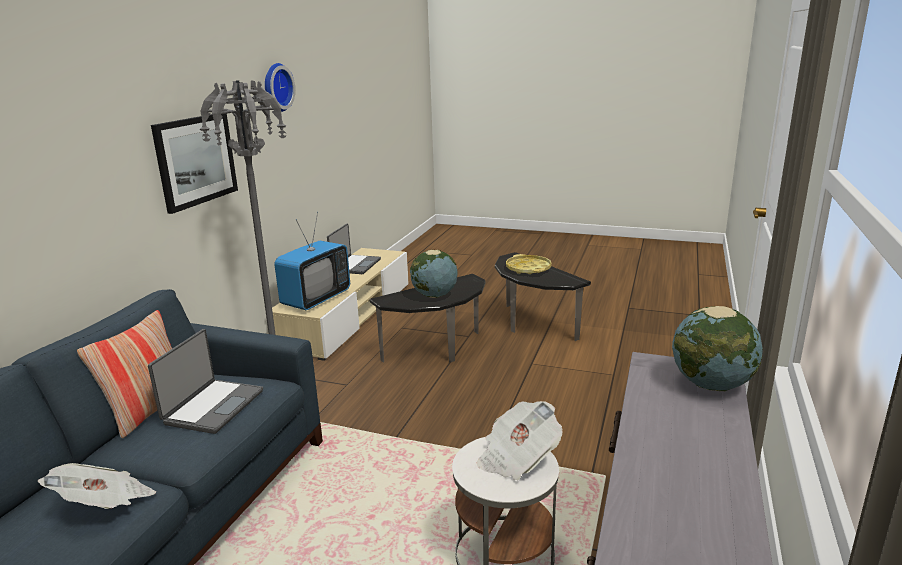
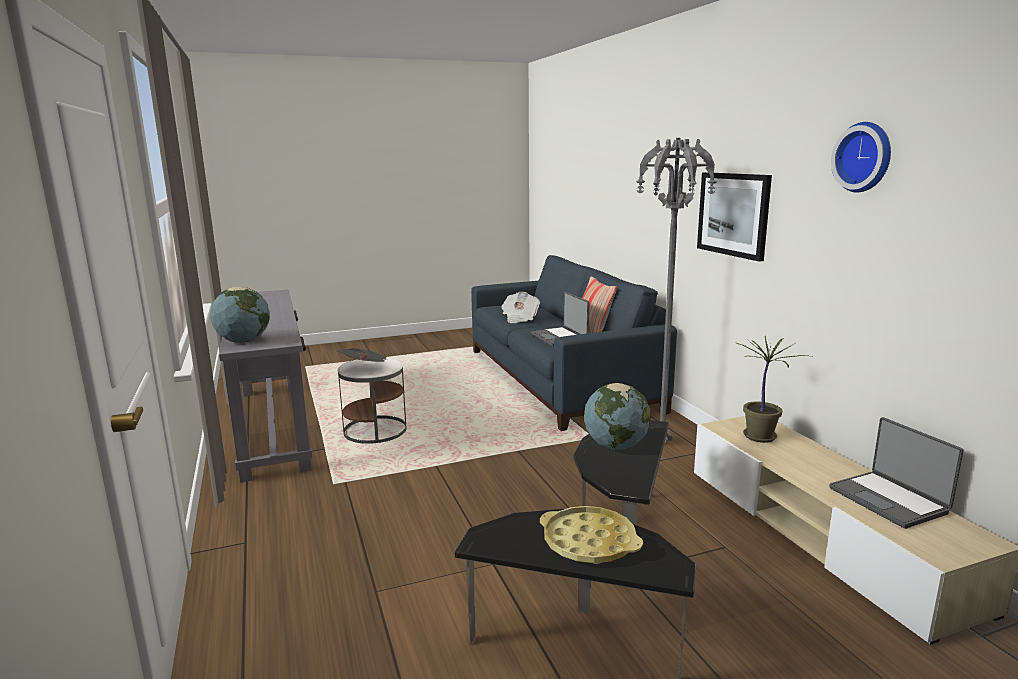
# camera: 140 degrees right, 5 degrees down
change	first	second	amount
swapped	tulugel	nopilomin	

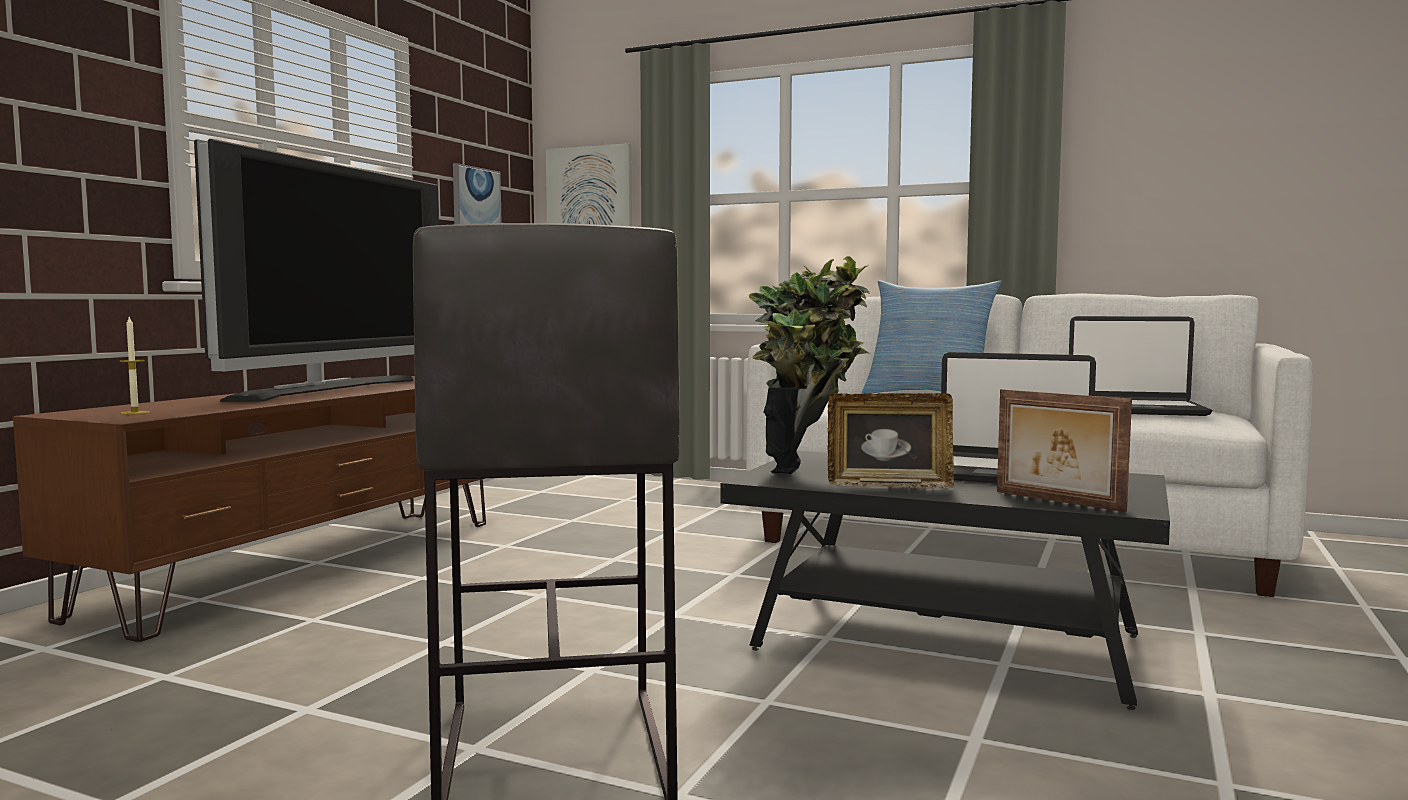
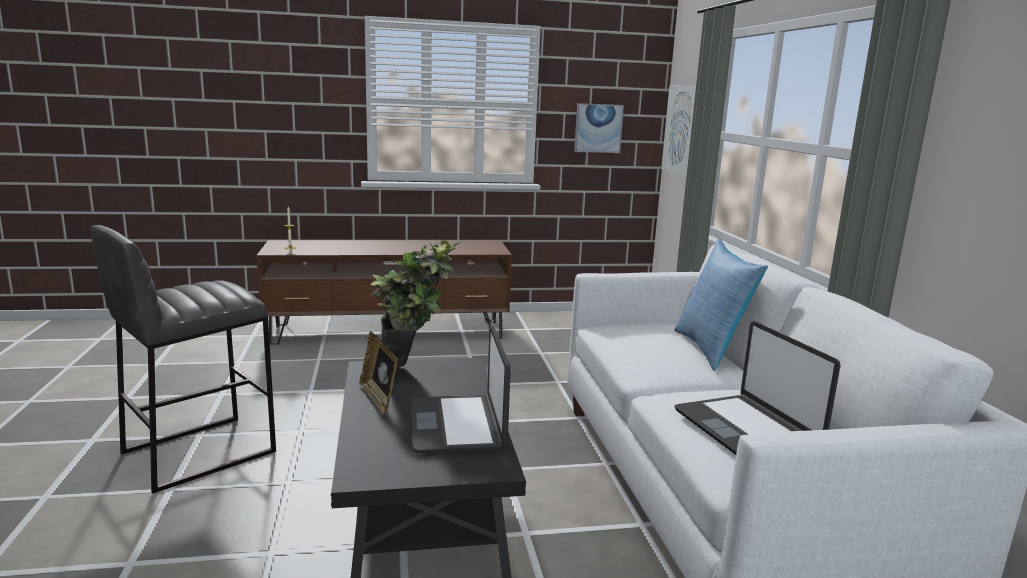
# camera: 55 degrees right, 10 degrees up
change	first	second	amount
gone	tulugel		
gone	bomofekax (no. 2 from left)		

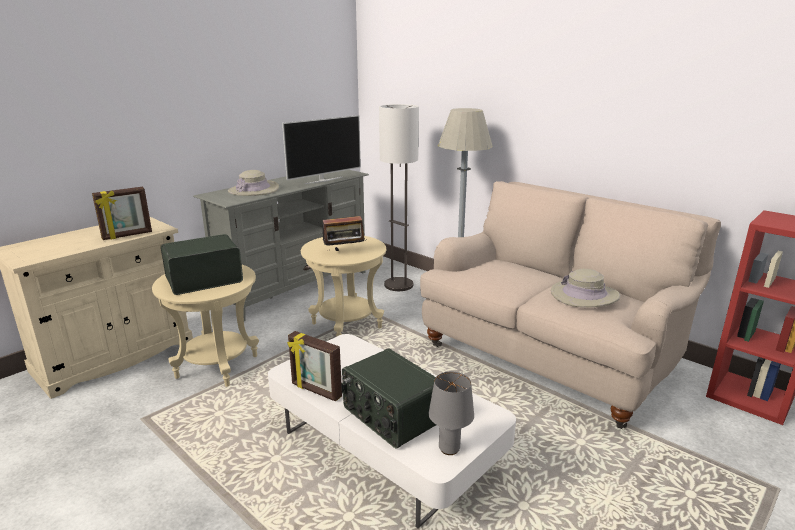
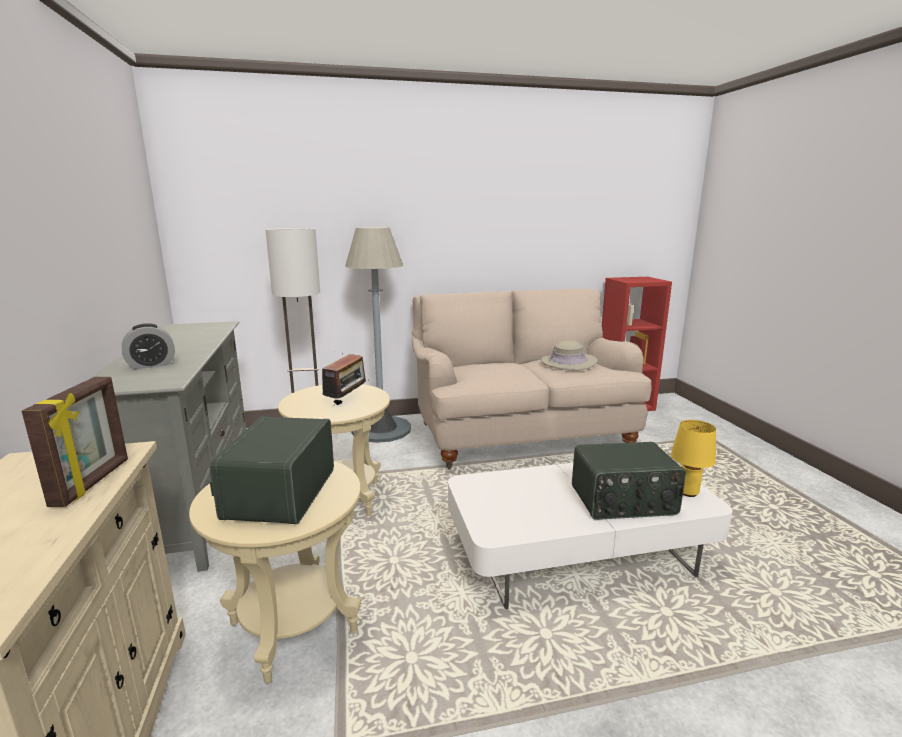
# camera: 55 degrees left, 5 degrees down
change	first	second	amount
swapped	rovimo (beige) (no. 1 from left)	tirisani	
repainted	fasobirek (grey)	fasobirek (yellow)	
gone	tulugel		
gone	bomofekax (no. 2 from left)		

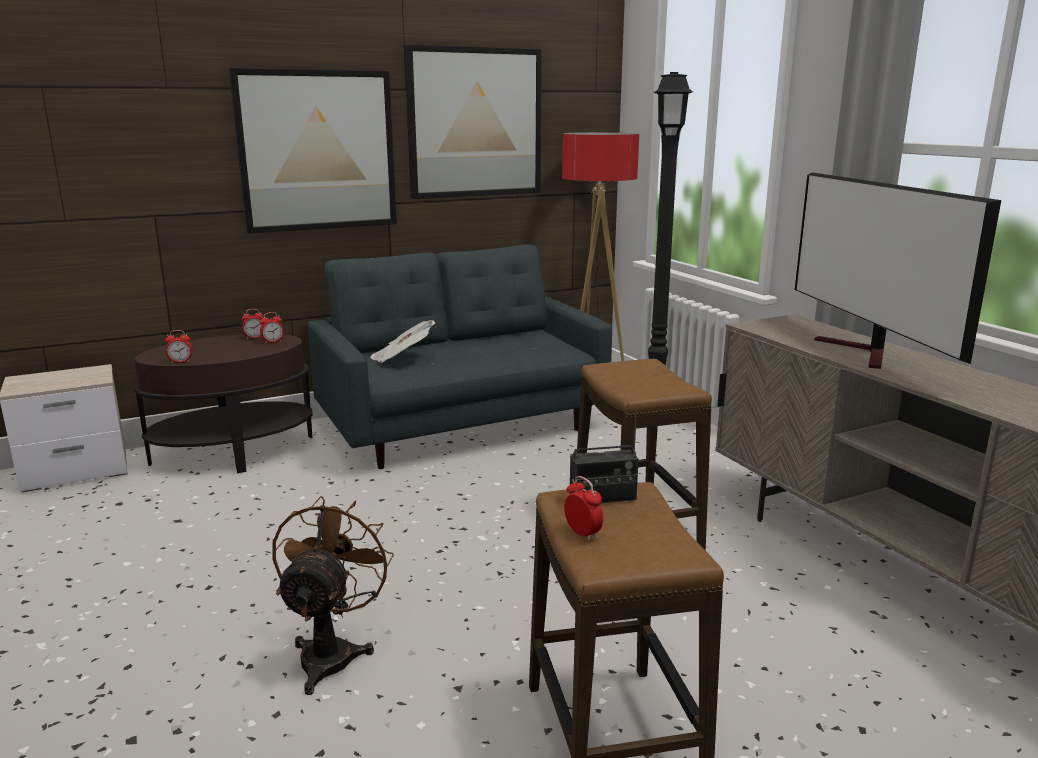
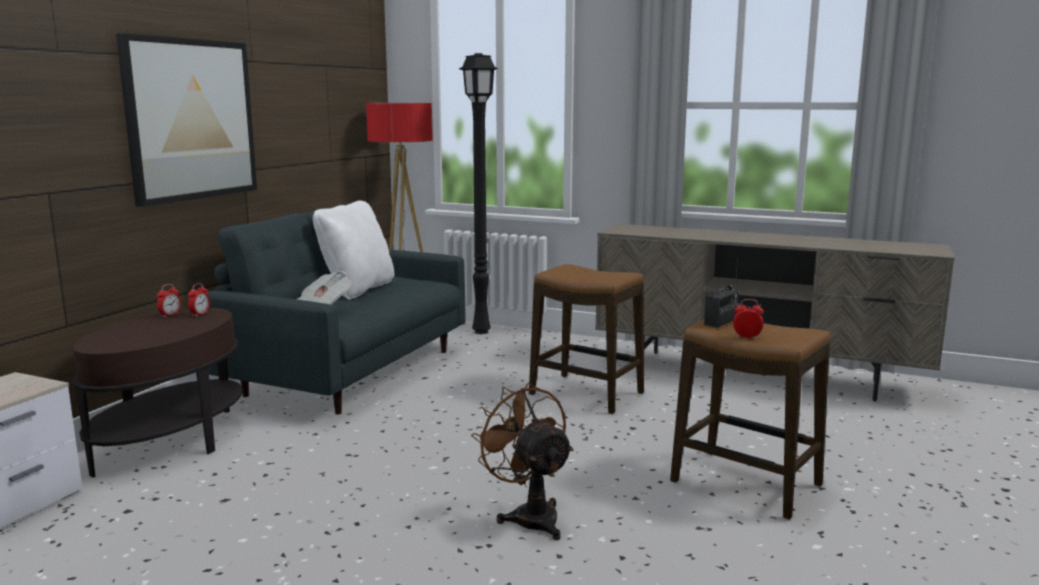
# camera: 40 degrees left, 5 degrees down
change	first	second	amount
new		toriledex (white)	
gone	tirisani (no. 1 from left)		
gone	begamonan (no. 2 from left)		
gone	tulugel		

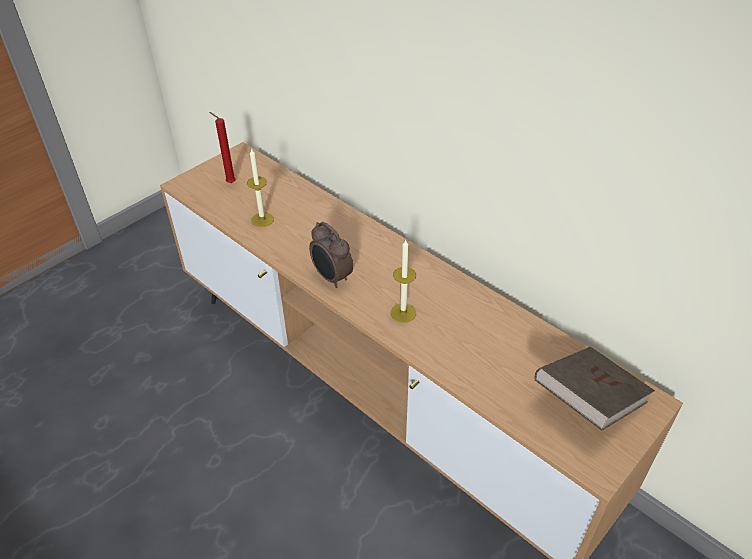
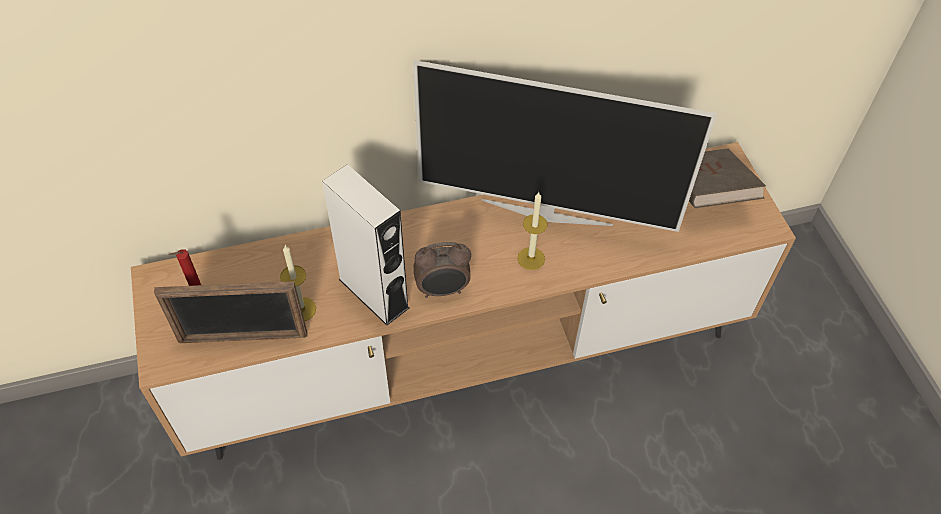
# camera: 60 degrees left, 10 degrees up
change	first	second	amount
new		bomofekax	
new		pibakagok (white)	
new		tulugel	

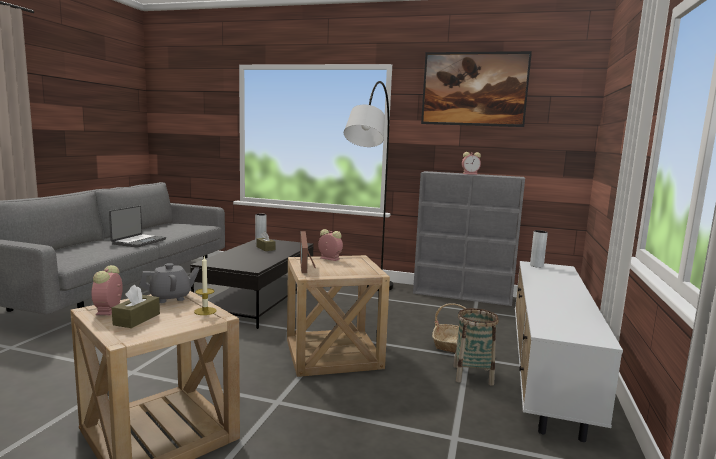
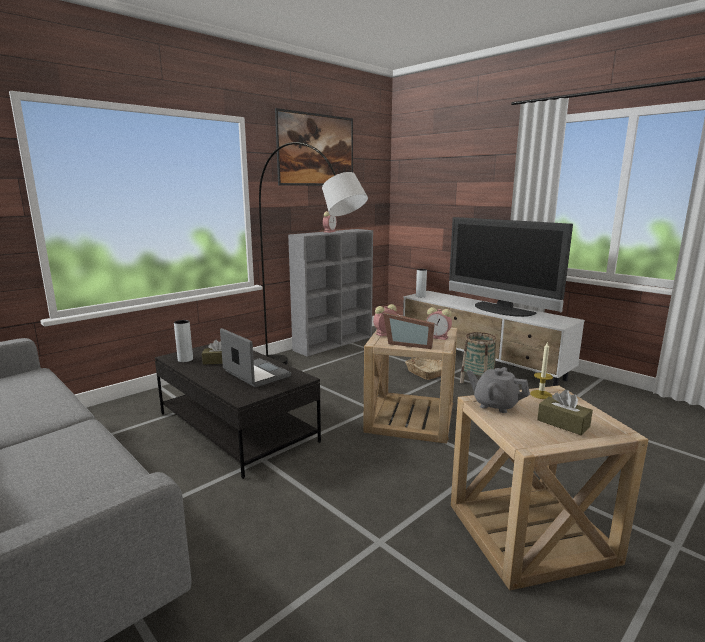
# camera: 60 degrees left, 5 degrees up
change	first	second	amount
shifted	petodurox		
shifted	tirisani (no. 1 from left in the first image)	tirisani (no. 3 from left)	
new		tulugel	
rotated	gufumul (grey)		60 degrees counterclockwise

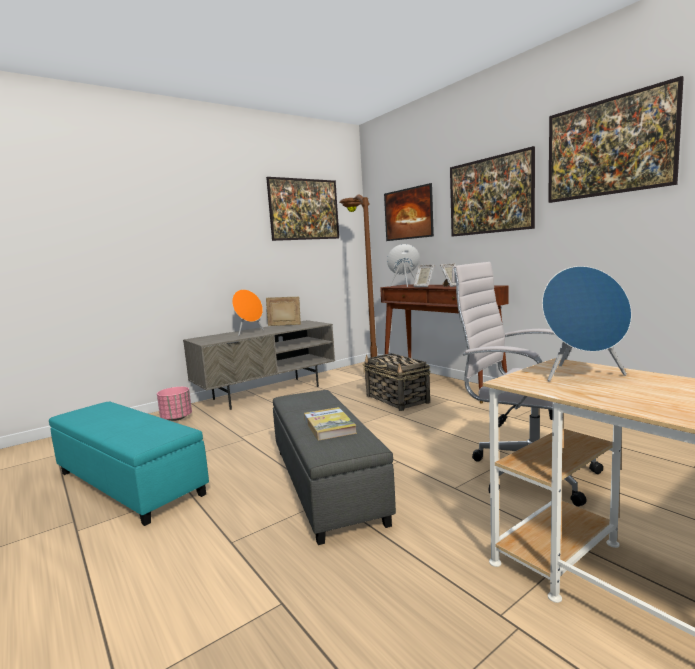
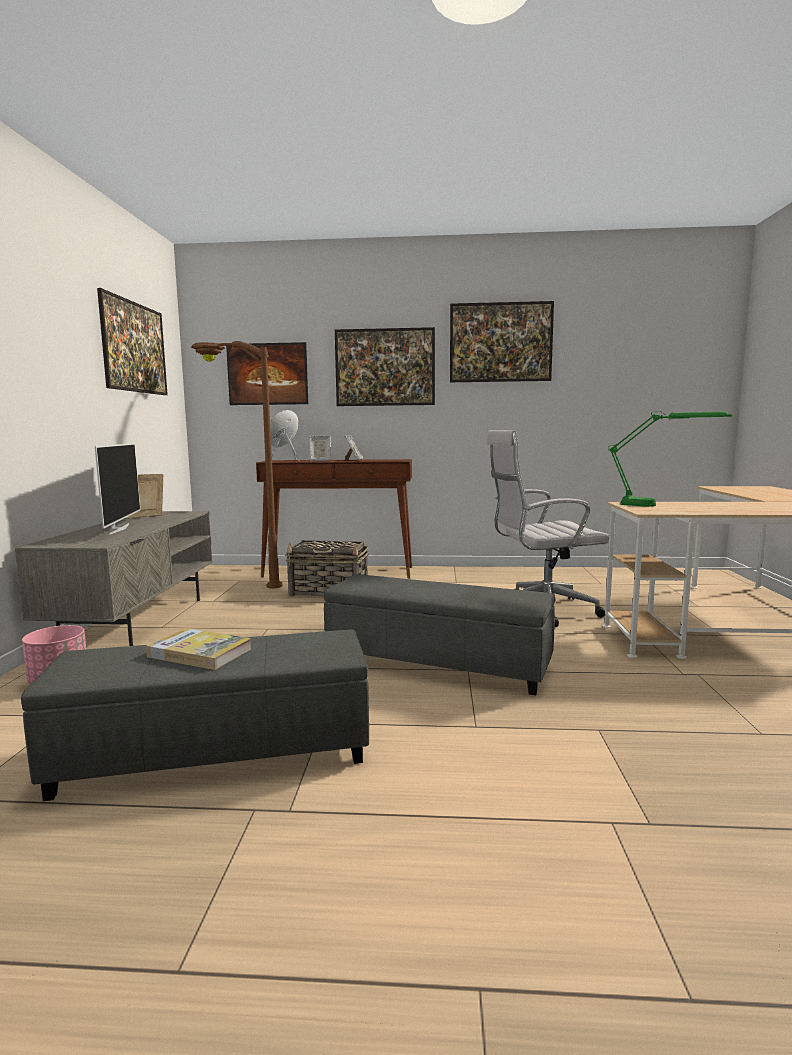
# camera: 50 degrees left, 0 degrees up
change	first	second	amount
repainted	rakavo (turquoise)	rakavo (grey) (no. 1 from left)	
swapped	pibakagok (orange)	tulugel	
shifted	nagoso		
swapped	pibakagok (blue) (no. 2 from left)	fasobirek (green)	

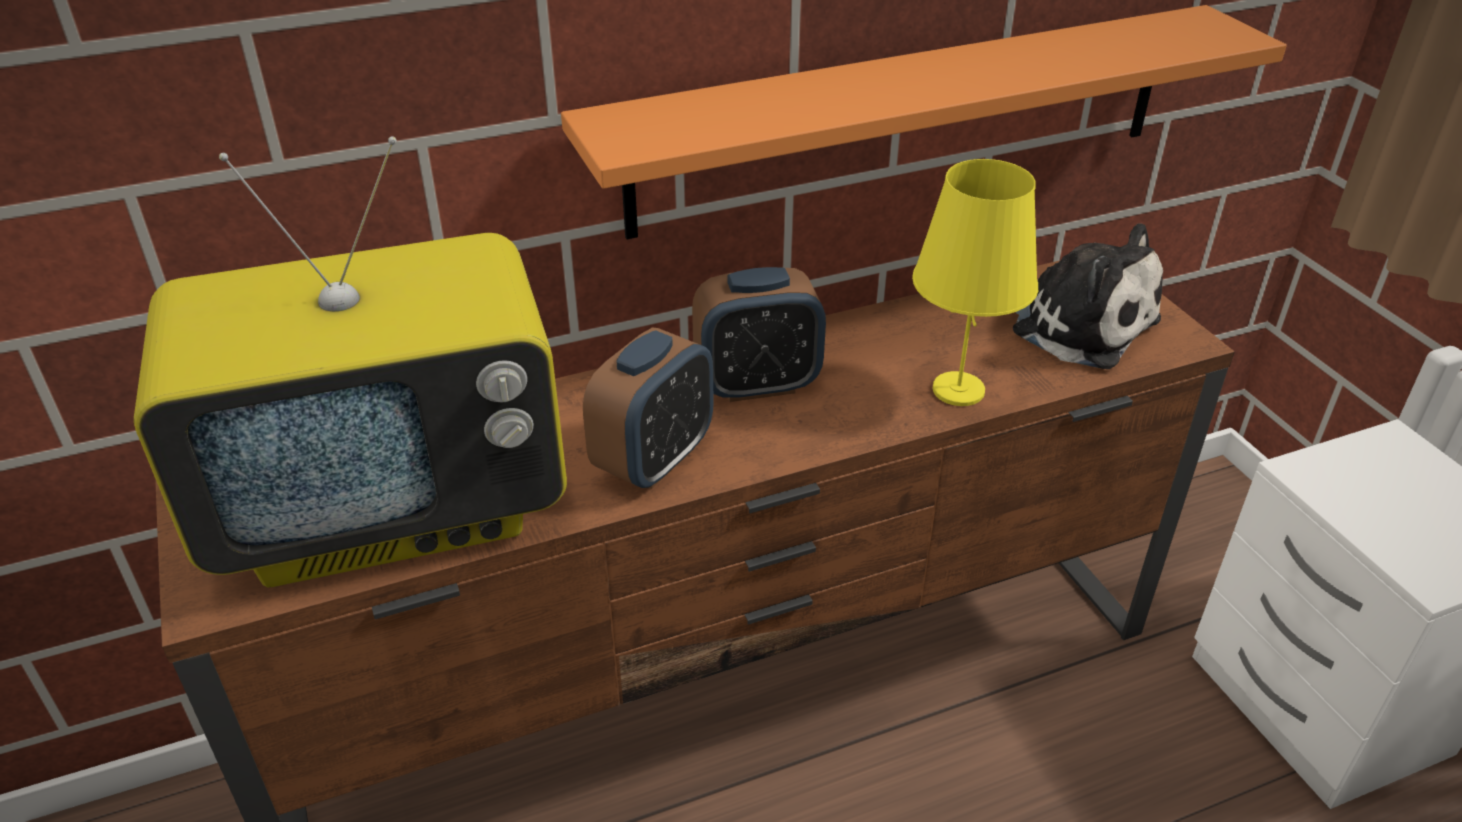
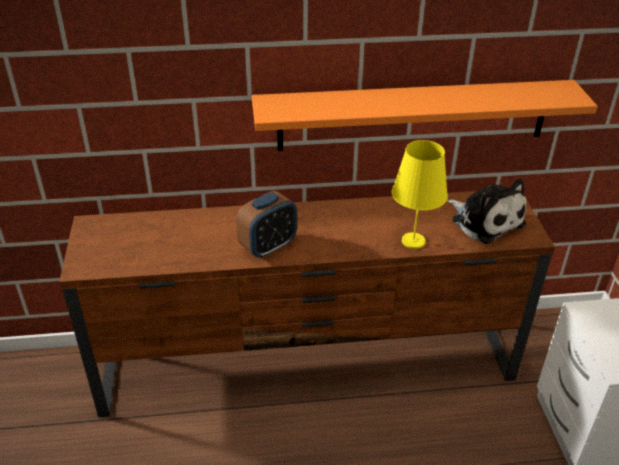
# camera: 15 degrees right, 0 degrees up
change	first	second	amount
gone	tulugel		
gone	tirisani (no. 2 from left)		

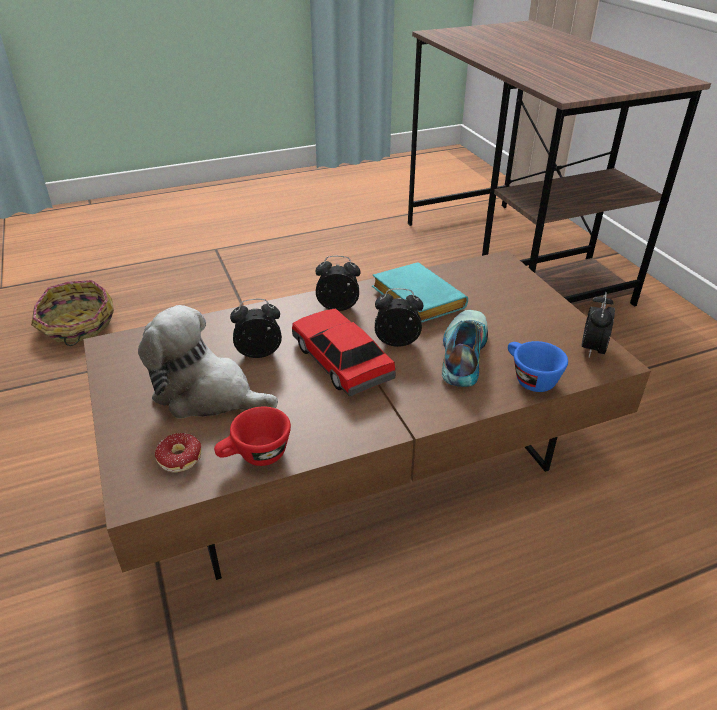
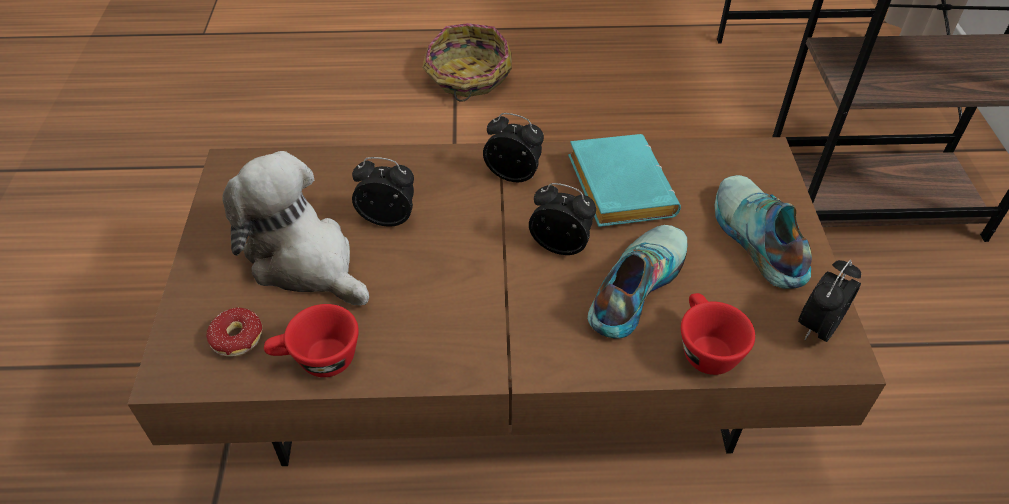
# camera: 20 degrees right, 10 degrees up
change	first	second	amount
shifted	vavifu		
repainted	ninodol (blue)	ninodol (red) (no. 2 from left)	
new		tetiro (no. 2 from left)	
gone	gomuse		

